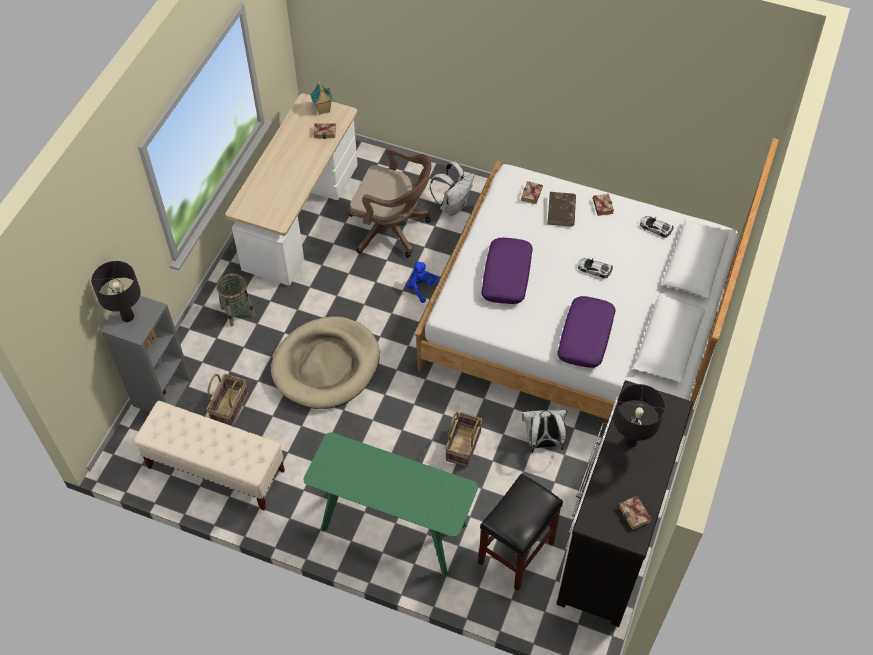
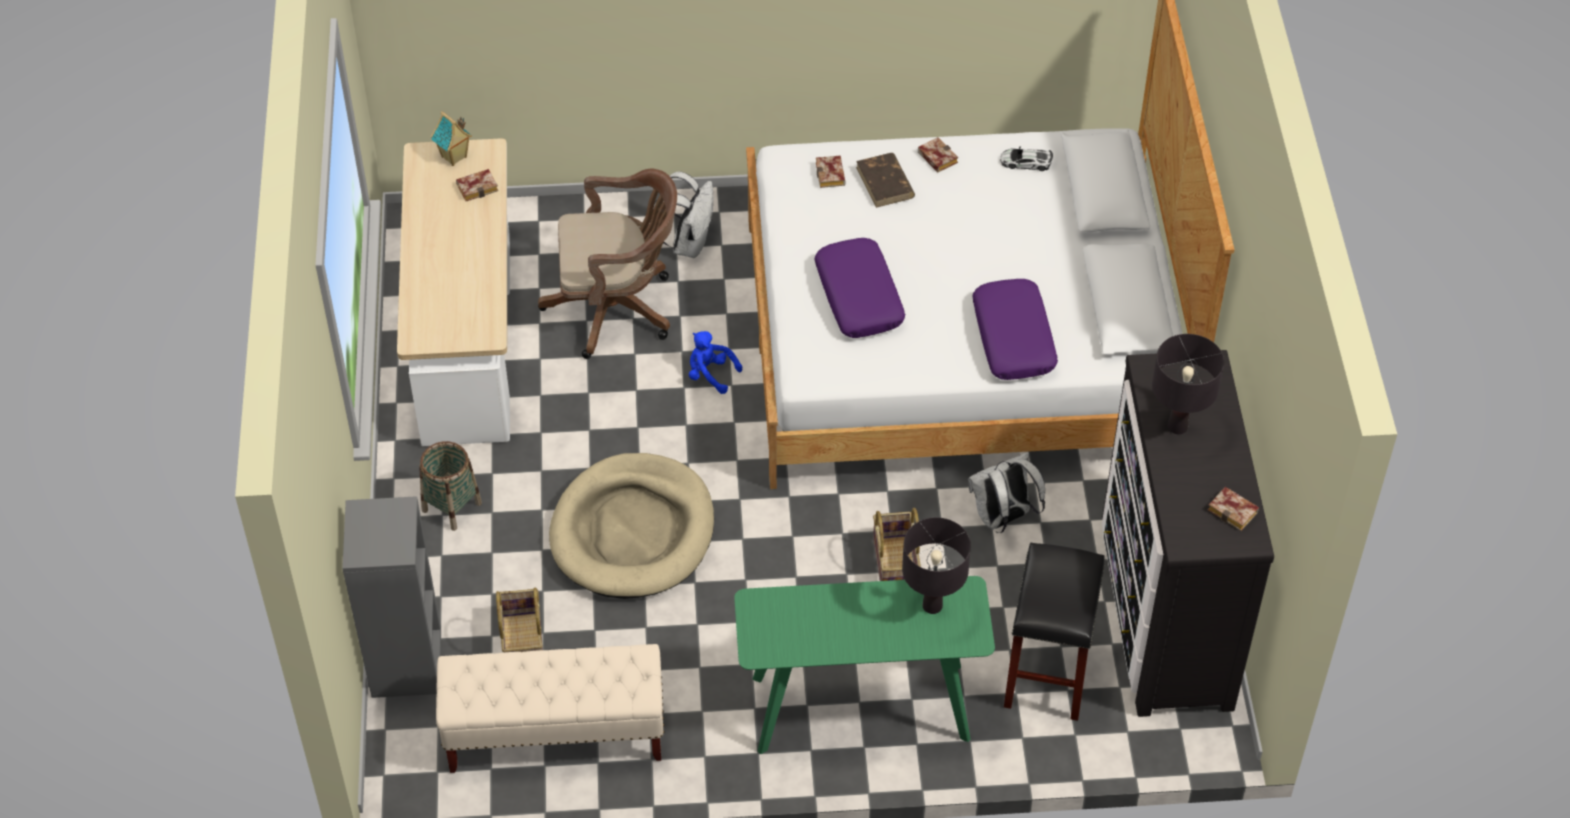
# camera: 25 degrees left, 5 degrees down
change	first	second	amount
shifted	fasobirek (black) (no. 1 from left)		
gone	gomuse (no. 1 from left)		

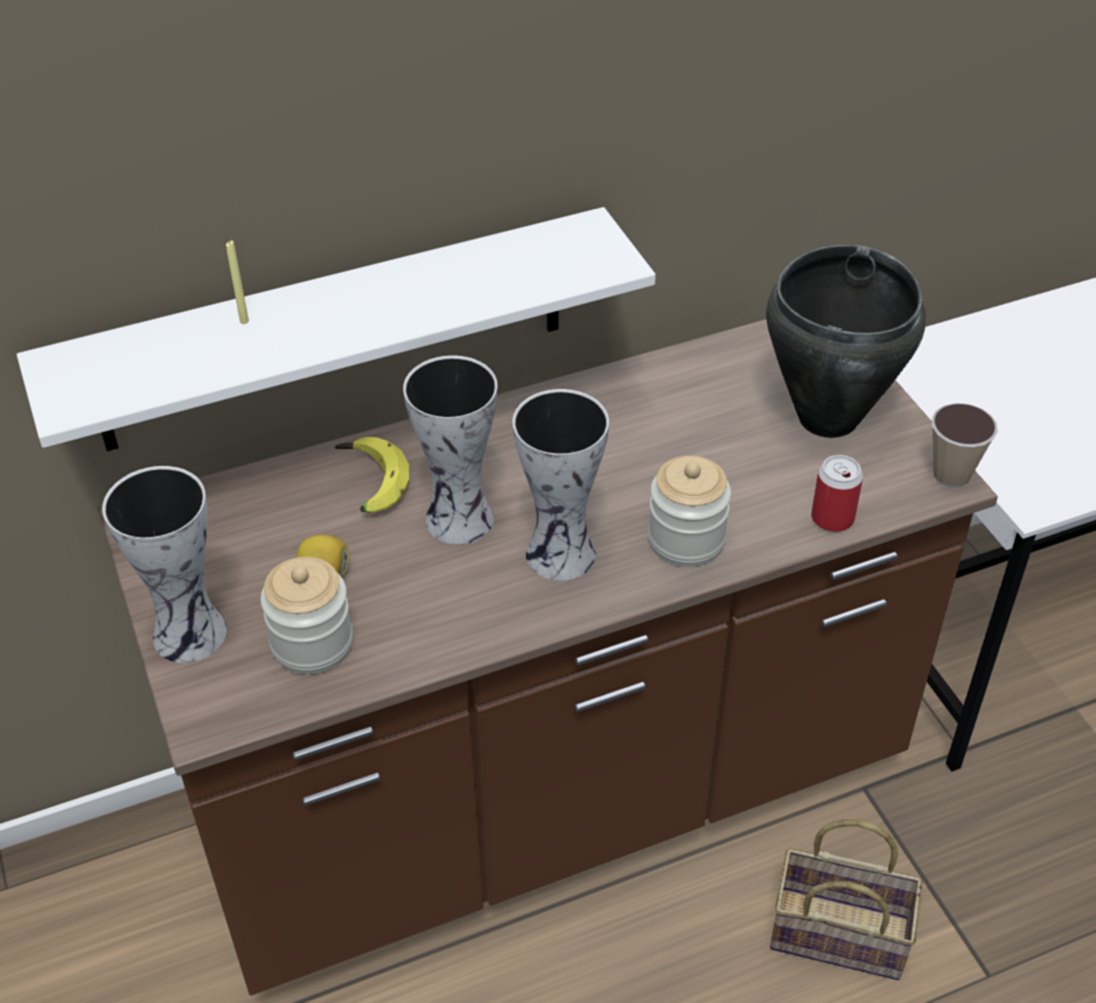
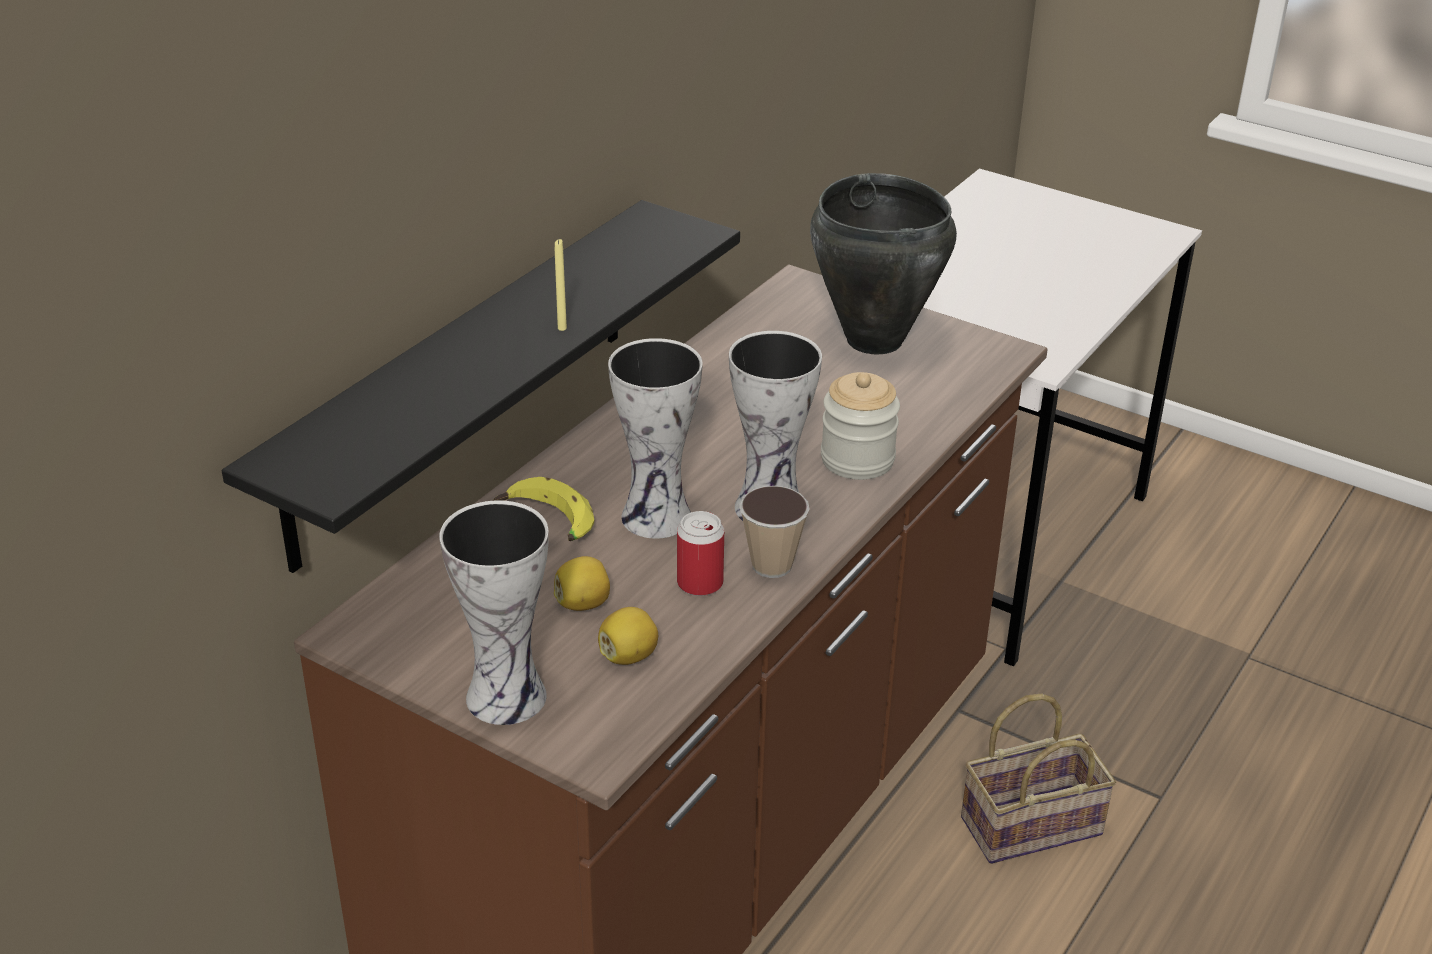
# camera: 35 degrees left, 10 degrees down
change	first	second	amount
repainted	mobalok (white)	mobalok (black)	
shifted	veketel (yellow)		
swapped	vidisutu (no. 1 from left)	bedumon (no. 2 from left)	
shifted	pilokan		
shifted	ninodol		

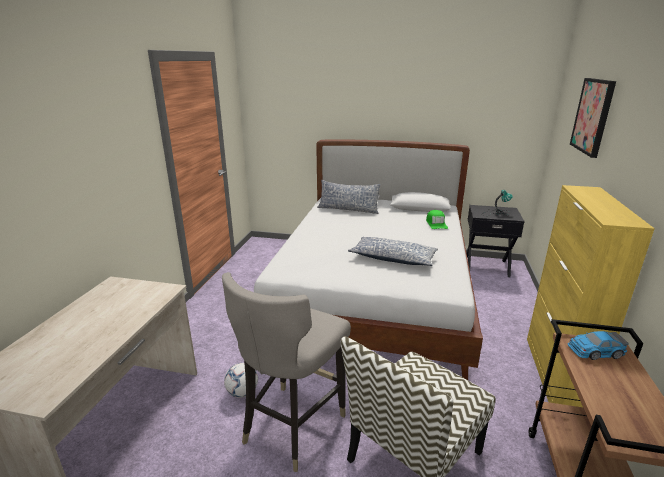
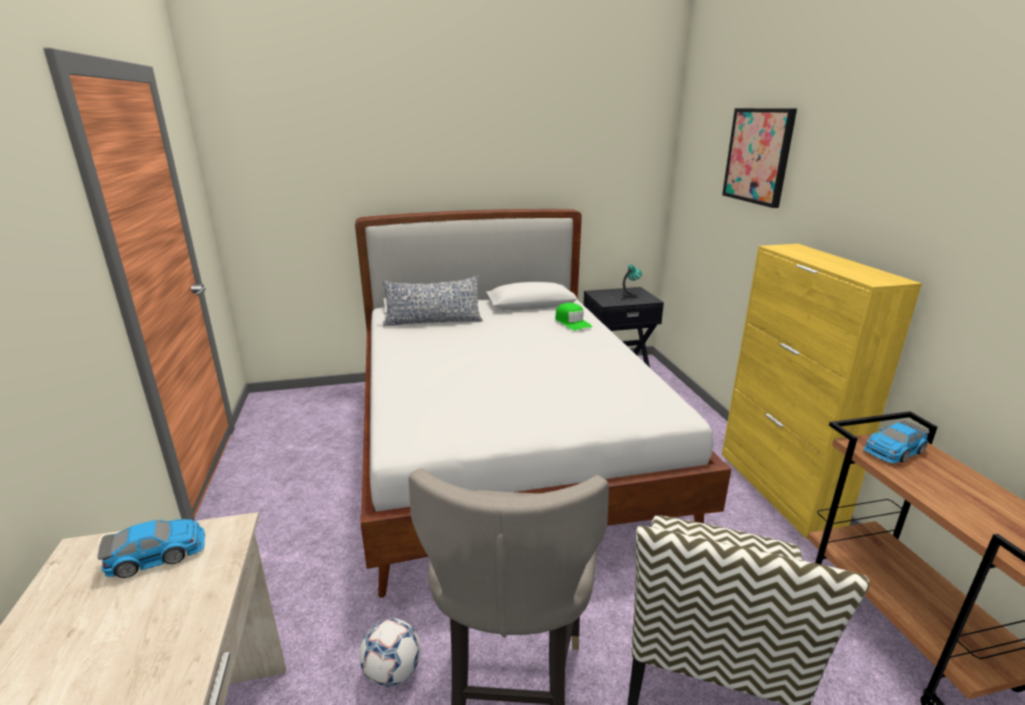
# camera: 25 degrees left, 0 degrees up
change	first	second	amount
new		gomuse (no. 1 from left)	
gone	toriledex (no. 2 from left)		

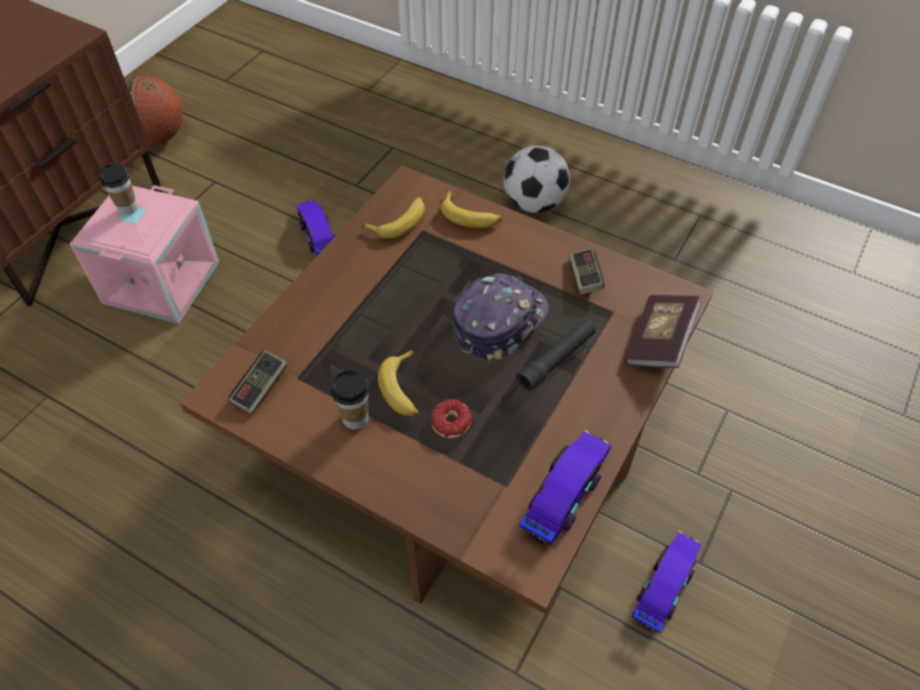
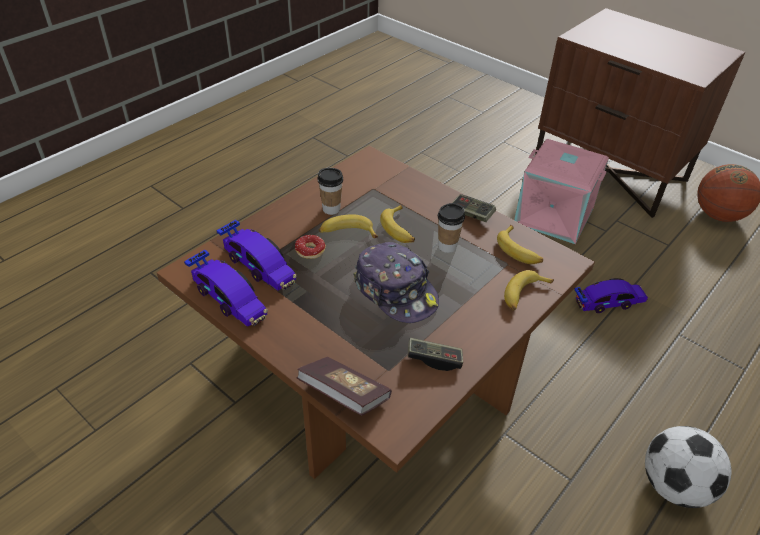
# camera: 100 degrees right, 10 degrees down
change	first	second	amount
shifted	gomuse (no. 3 from left in the first image)	gomuse (no. 2 from left)	
new		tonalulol (no. 2 from left)	
shifted	ninodol (no. 1 from left in the first image)	ninodol (no. 2 from left)	
shifted	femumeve (no. 1 from left in the first image)	femumeve (no. 2 from left)	
gone	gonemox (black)		

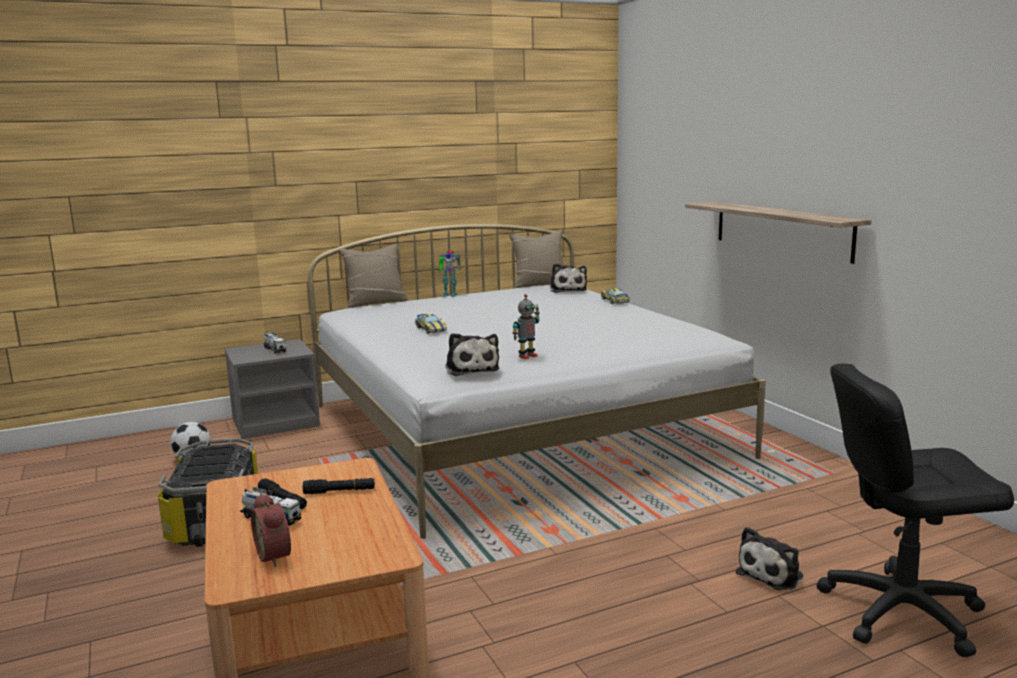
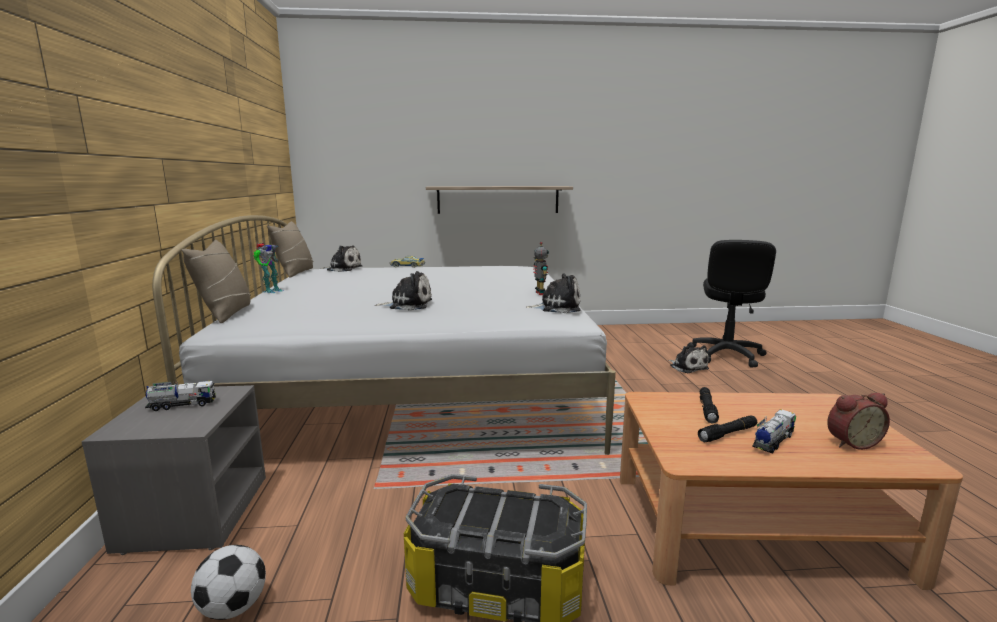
# camera: 70 degrees left, 0 degrees up
change	first	second	amount
swapped	gomuse (no. 1 from left)	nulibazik (no. 2 from left)	

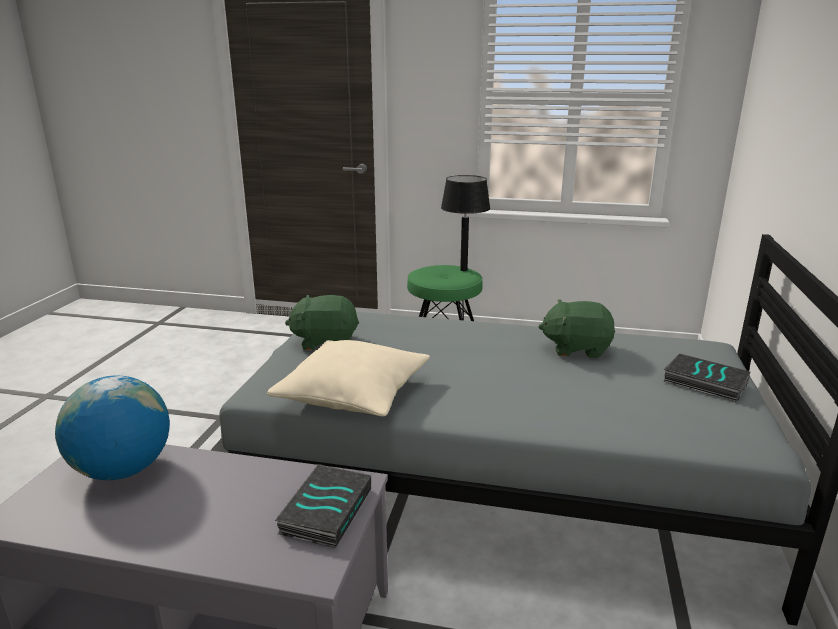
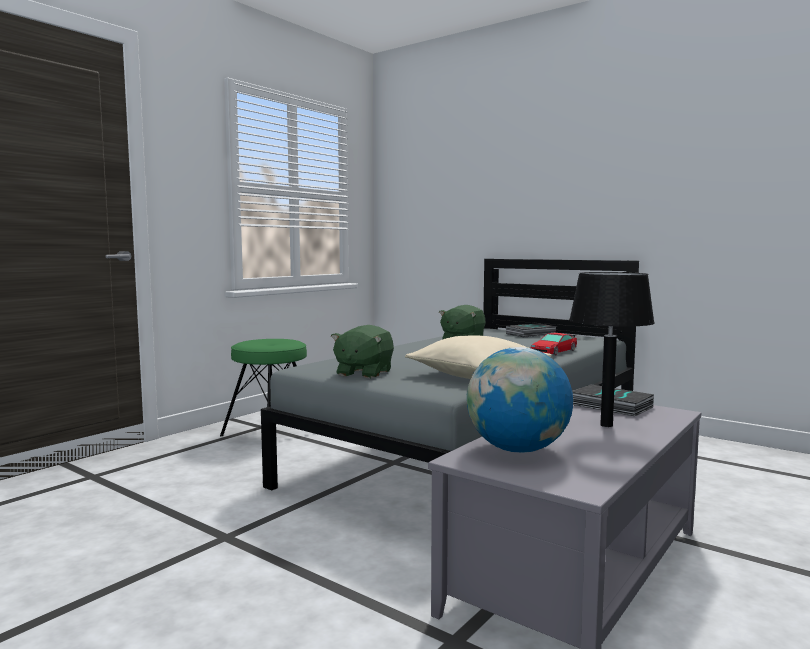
# camera: 65 degrees left, 15 degrees down
change	first	second	amount
new		gomuse	
shifted	fasobirek (black)		

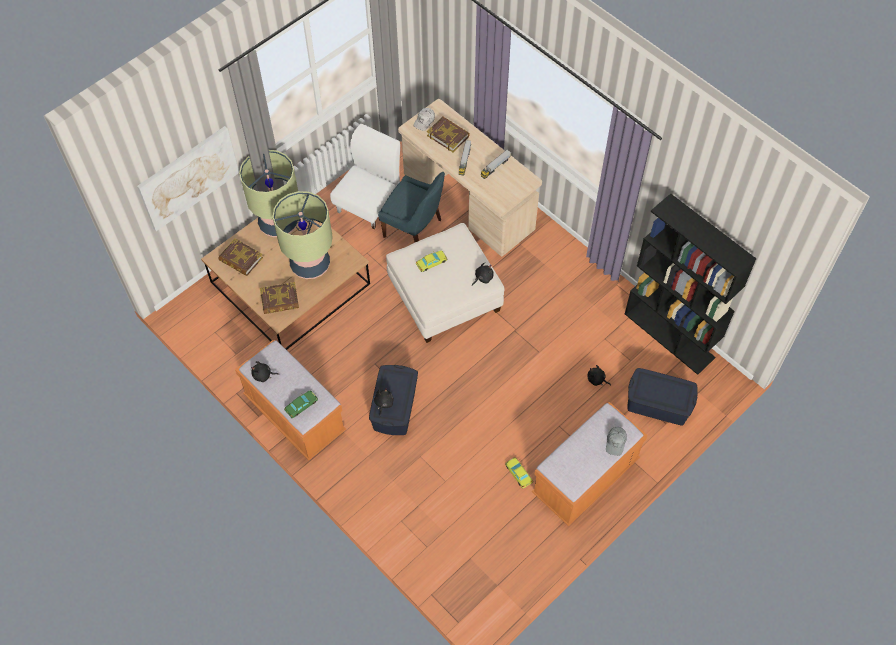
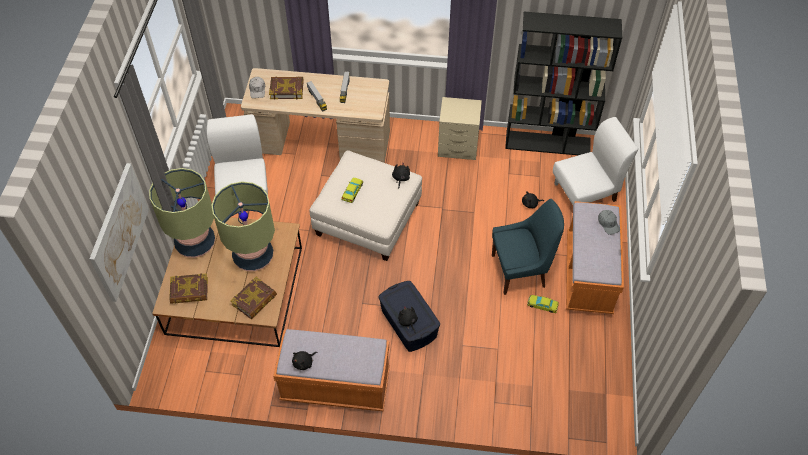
# camera: 40 degrees left, 5 degrees down
change	first	second	amount
new		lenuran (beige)	
shifted	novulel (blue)		
swapped	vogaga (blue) (no. 2 from left)	novulel (white) (no. 2 from left)	
gone	gomuse (green)		

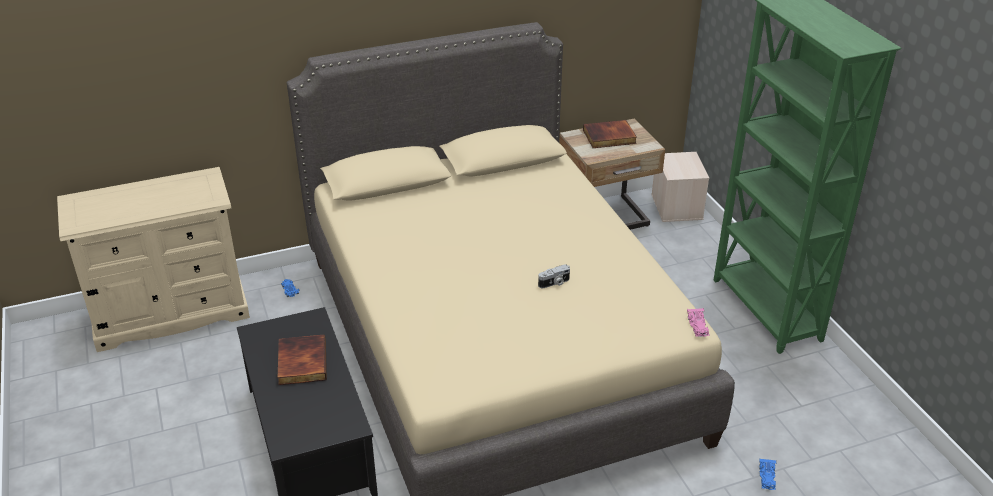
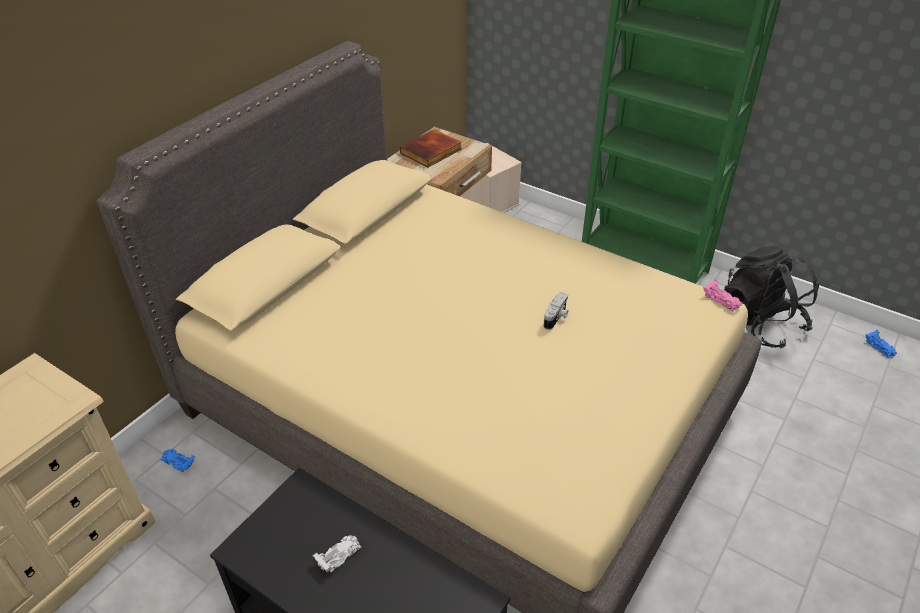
# camera: 35 degrees left, 5 degrees up
change	first	second	amount
swapped	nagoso (no. 1 from left)	gomuse (white)	
new		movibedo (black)	
shifted	gomuse (blue) (no. 2 from left)		

